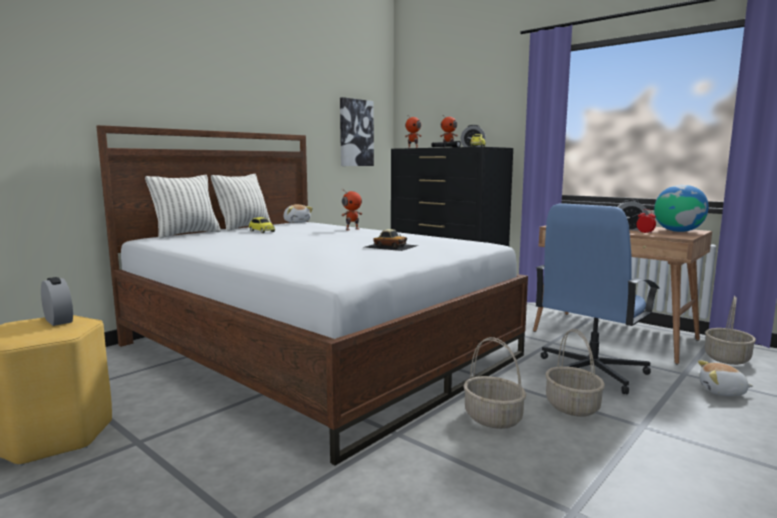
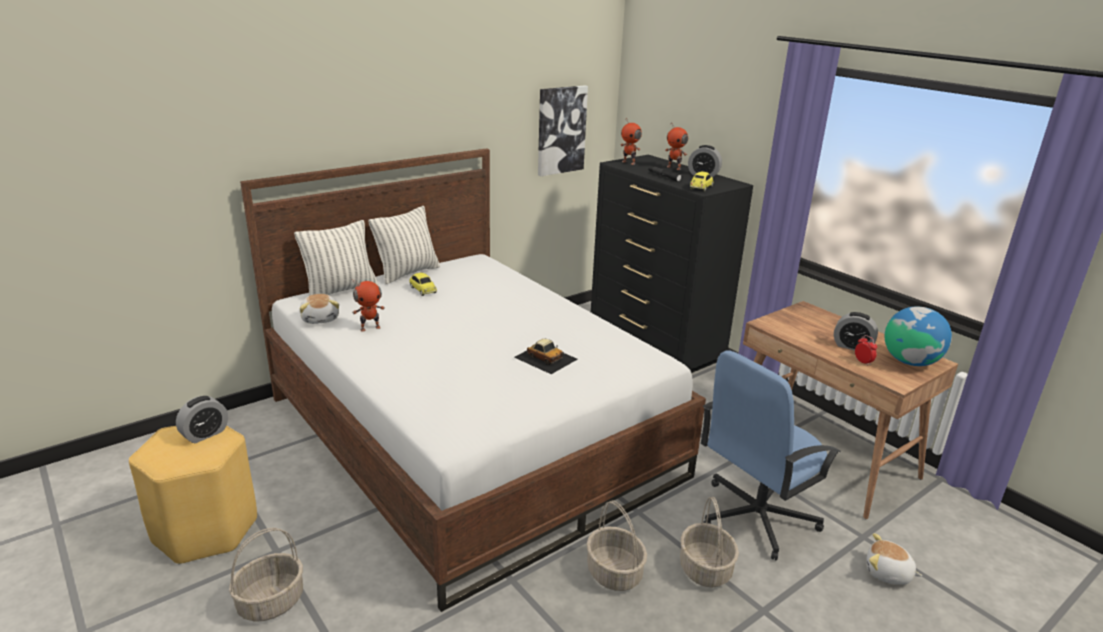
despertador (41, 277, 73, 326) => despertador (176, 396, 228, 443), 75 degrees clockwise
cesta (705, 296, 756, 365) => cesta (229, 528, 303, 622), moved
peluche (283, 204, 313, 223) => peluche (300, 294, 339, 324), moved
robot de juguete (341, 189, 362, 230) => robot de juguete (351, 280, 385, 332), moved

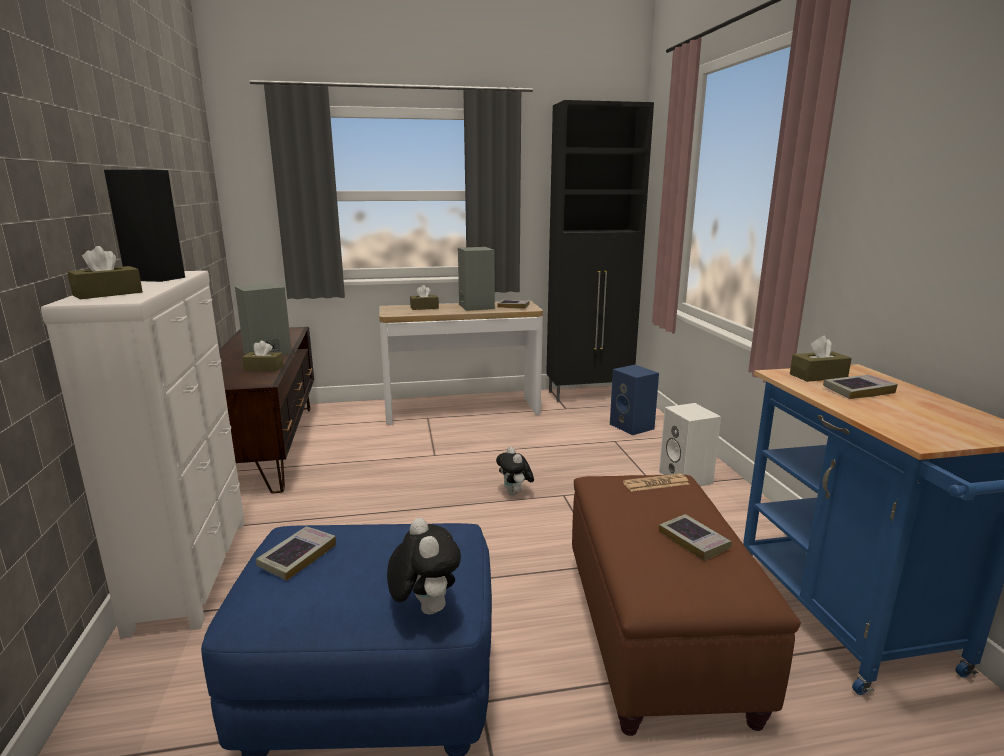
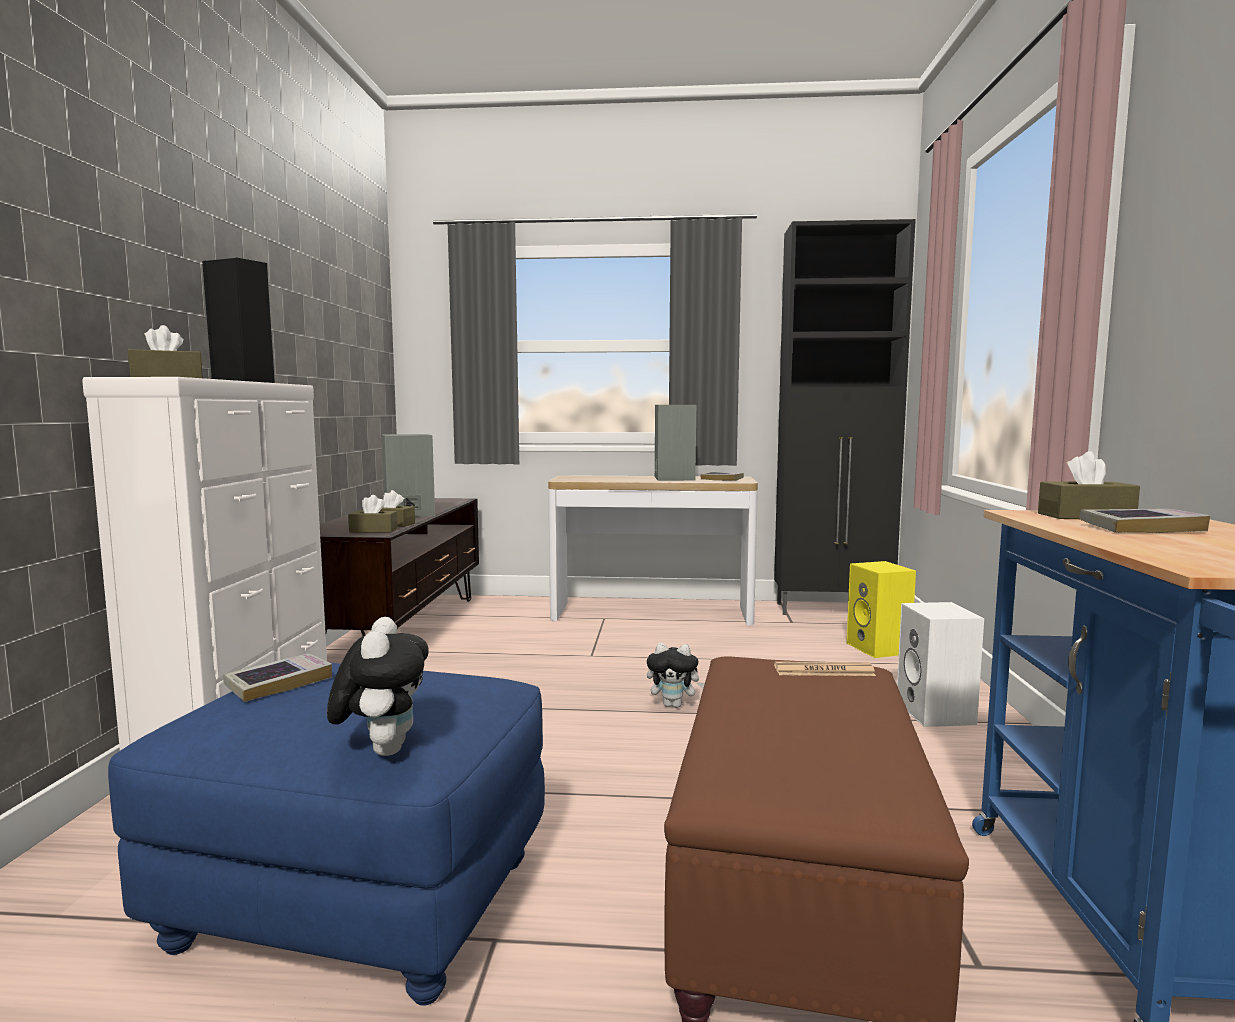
caja de pañuelos (marrón) (410, 285, 439, 310) => caja de pañuelos (marrón) (348, 495, 398, 533), moved
peluche (496, 447, 534, 495) => peluche (647, 643, 705, 708), 75 degrees counterclockwise
altavoz (azul) (610, 365, 659, 435) => altavoz (amarillo) (847, 561, 916, 658)
libro (659, 514, 732, 561) => nothing

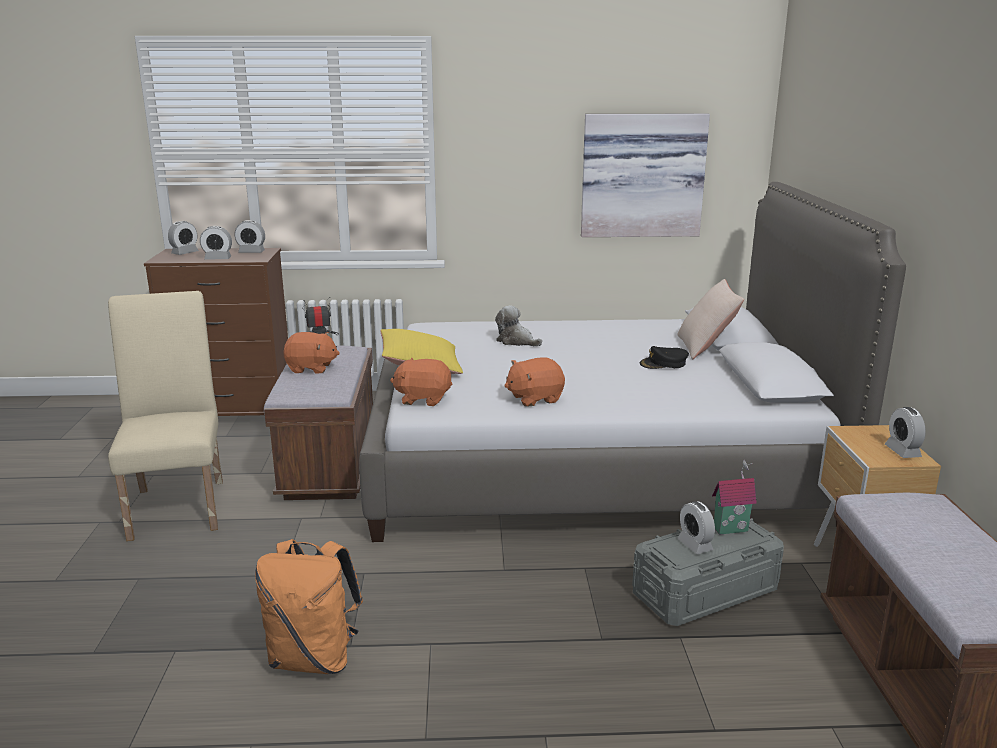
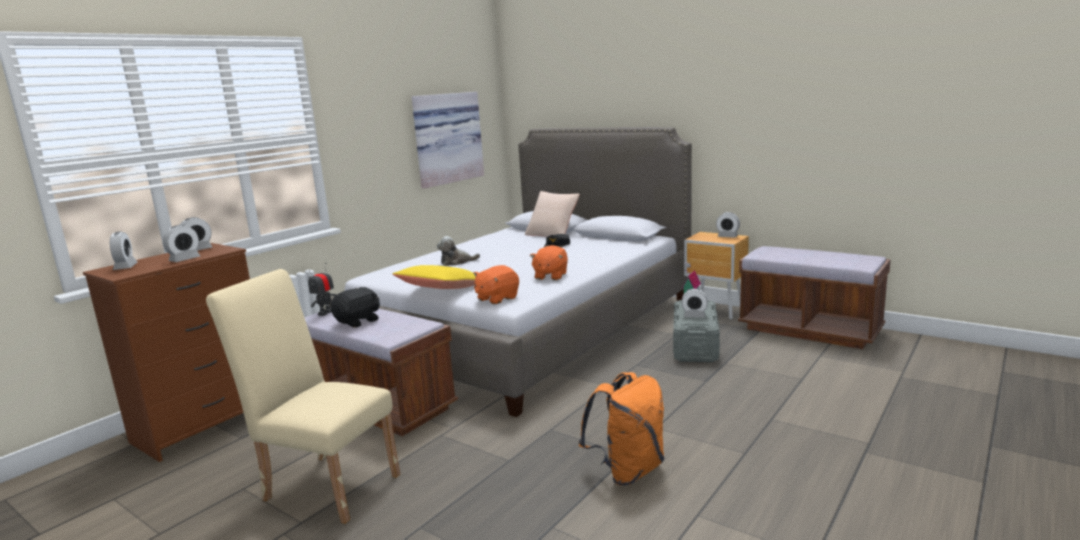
peluche (naranja) (283, 332, 340, 373) => peluche (negro) (331, 287, 380, 328)

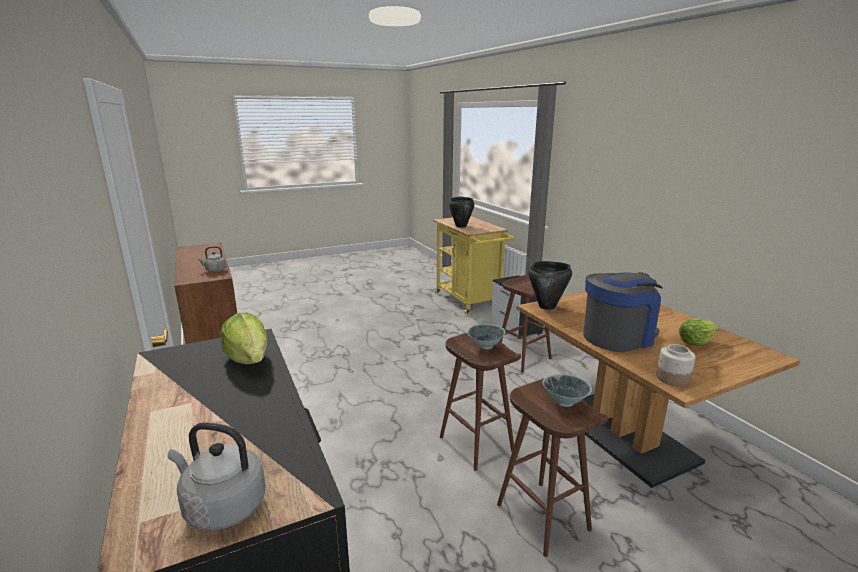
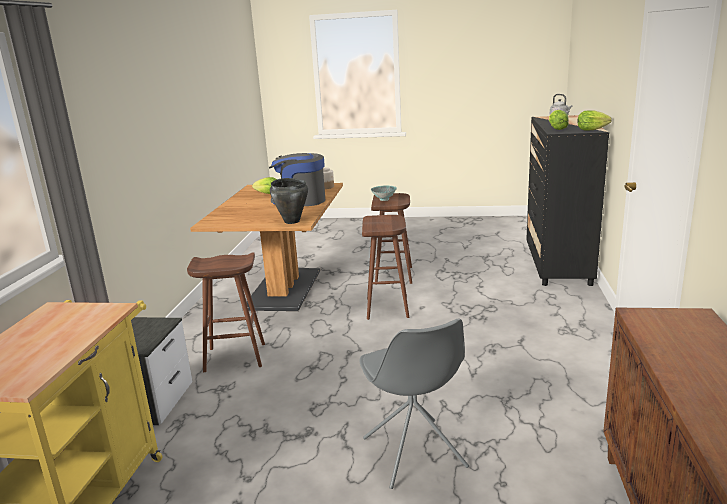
nothing => silla (gris) (360, 319, 469, 489)
nothing => lechuga (577, 110, 612, 130)
hervidor (gris) (198, 246, 226, 272) => nothing
olla (negro) (449, 197, 475, 227) => nothing
cuenco (468, 324, 506, 349) => nothing

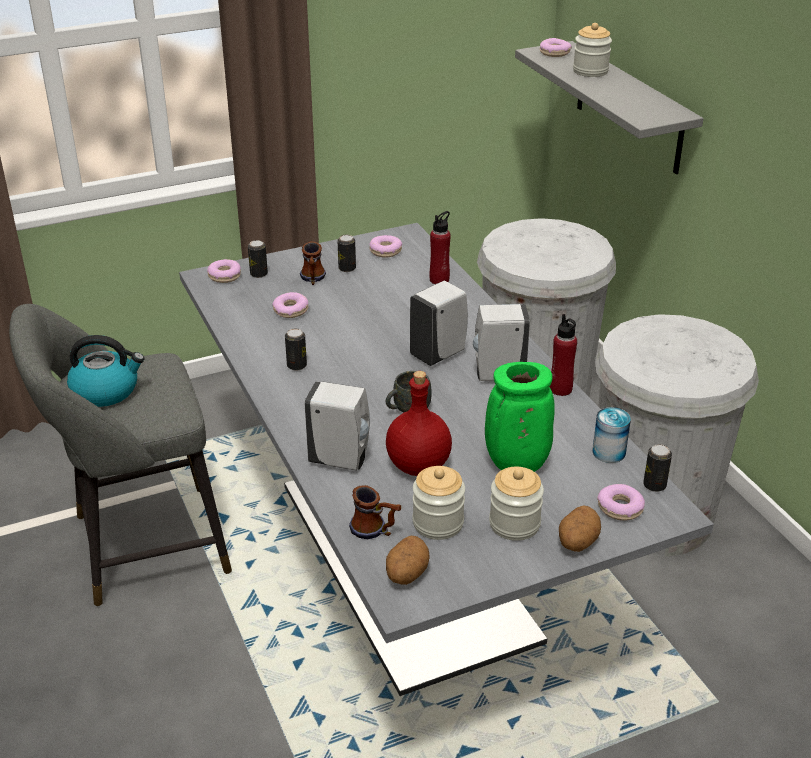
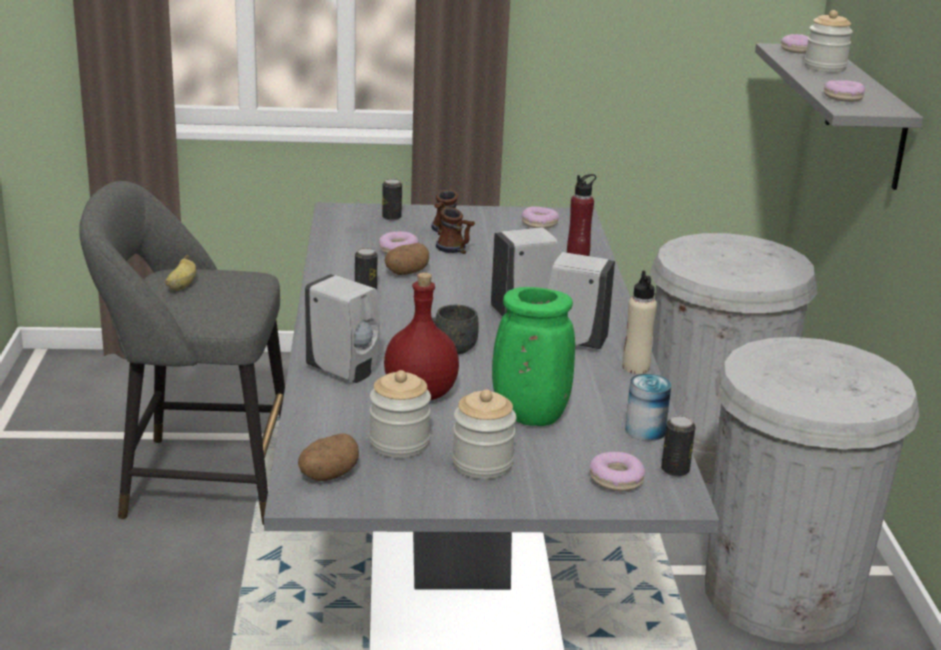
hervidor (67, 335, 144, 407) => plátano (165, 255, 196, 290)
patata (559, 505, 601, 552) => patata (385, 243, 429, 275), moved
taza grande (349, 485, 401, 539) => taza grande (436, 207, 475, 254), moved
botella (rojo) (549, 314, 577, 396) => botella (beis) (622, 271, 657, 374)
rosquilla (207, 259, 241, 283) => rosquilla (824, 80, 865, 102), moved
lata (337, 235, 356, 272) => nothing

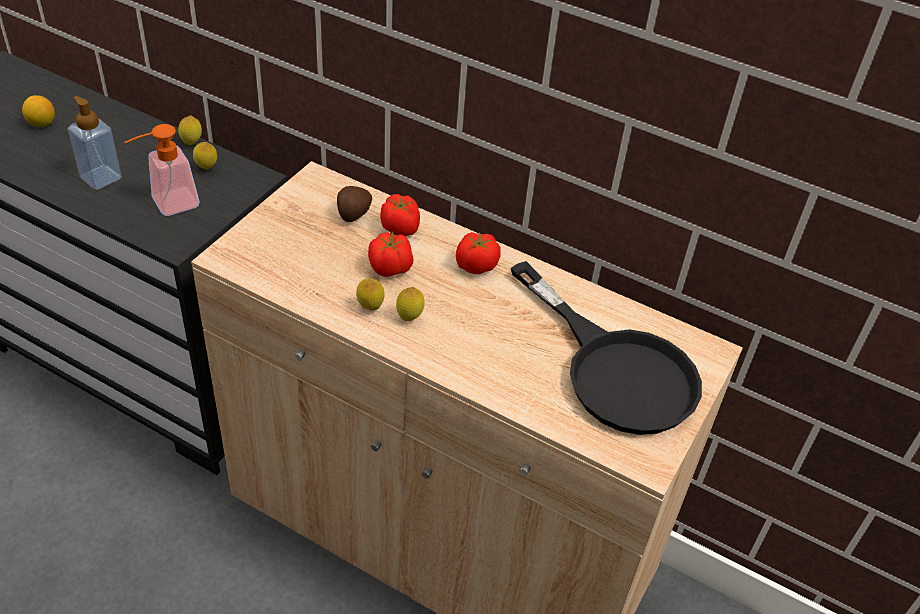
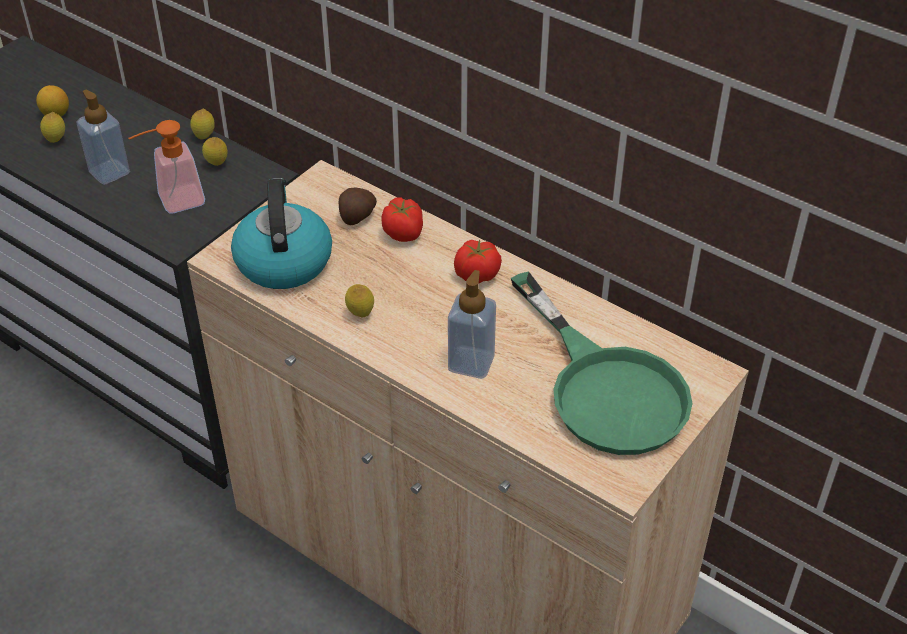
limón (396, 287, 425, 321) => limón (40, 112, 65, 143), moved
nothing => hervidor (231, 178, 332, 289)
nothing => dispensador de jabón (448, 270, 496, 379)
sartén (negro) (511, 261, 702, 435) => sartén (verde) (511, 271, 693, 455)
tomate (368, 232, 414, 277) => nothing

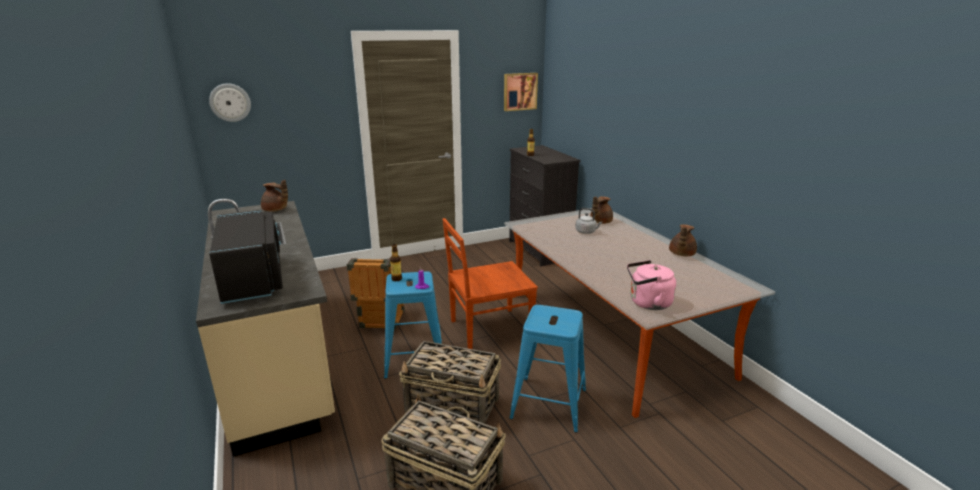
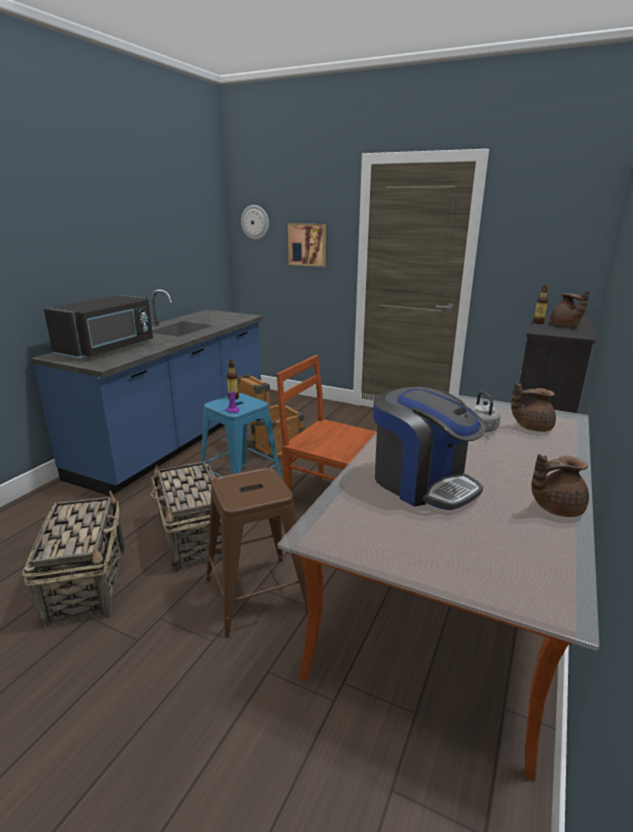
mueble bajo de cocina (beis) (196, 199, 335, 457) => mueble bajo de cocina (azul) (30, 289, 263, 496)
taburete (azul) (509, 305, 586, 433) => taburete (marrón) (206, 467, 308, 638)
cuadro (504, 73, 538, 111) => cuadro (288, 223, 326, 267), moved
nothing => cafetera (373, 387, 486, 510)
tetera (marrón) (261, 180, 288, 212) => tetera (marrón) (550, 290, 590, 326), moved
hervidor (rosa) (627, 260, 676, 310) => nothing

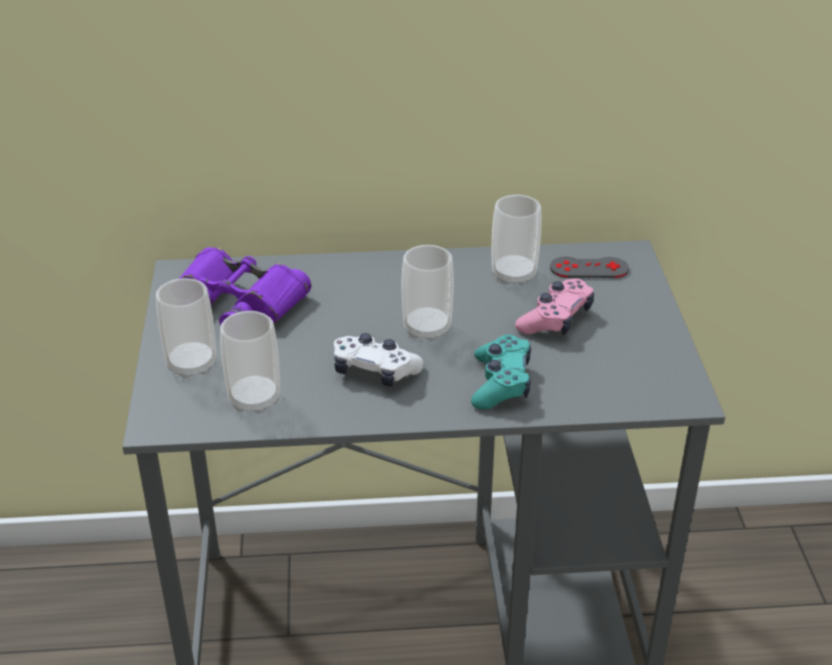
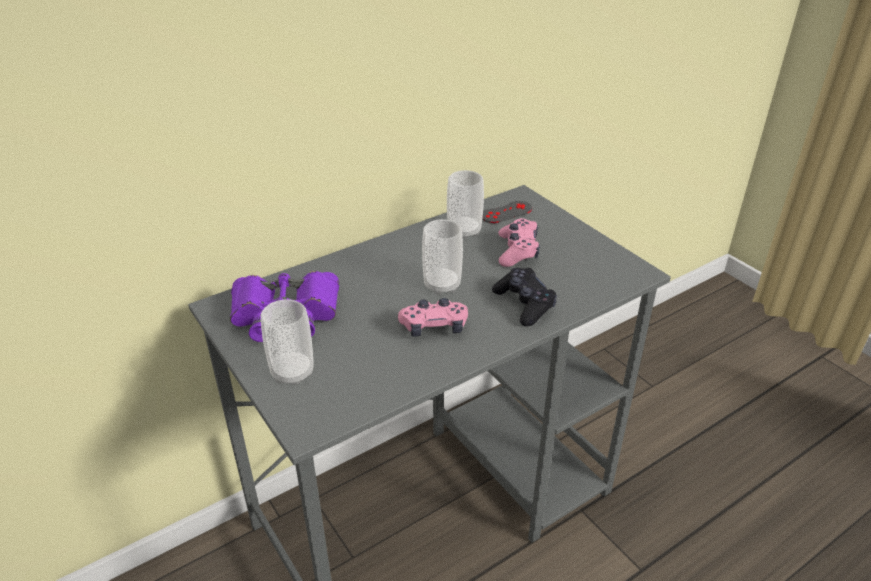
mando de consola (blanco) (334, 333, 424, 387) => mando de consola (rosa) (398, 298, 468, 337)
mando de consola (turquesa) (471, 335, 531, 409) => mando de consola (negro) (492, 268, 557, 326)
taza (220, 311, 280, 414) => nothing

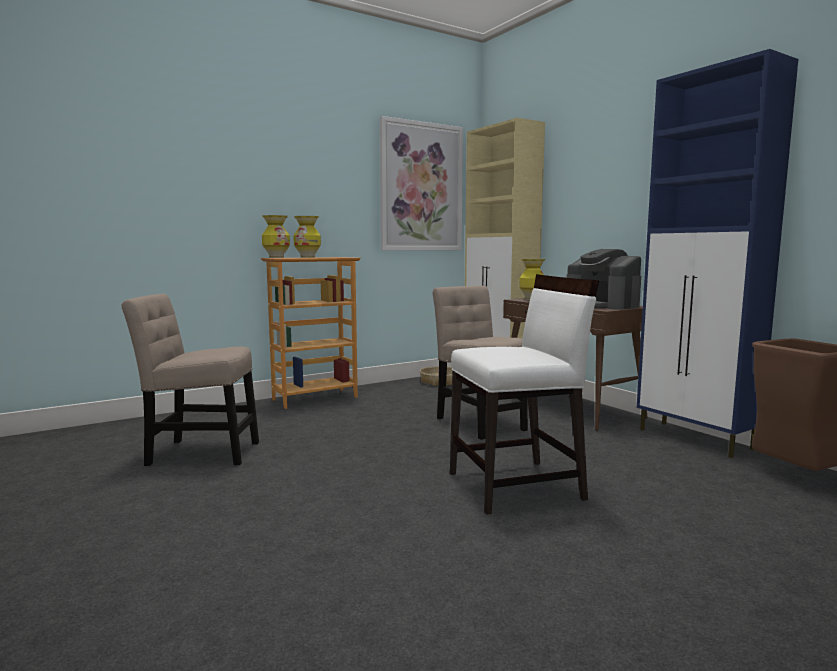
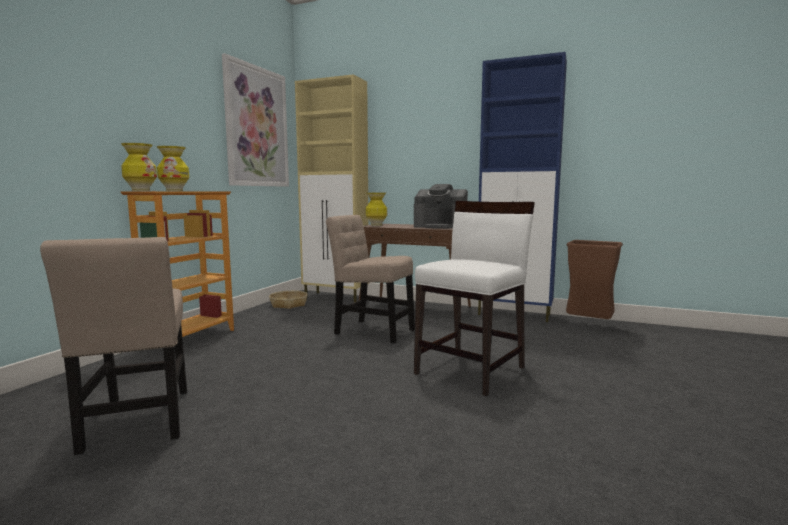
silla (beis) (121, 294, 259, 466) => silla (beis) (40, 237, 187, 455), 75 degrees counterclockwise

